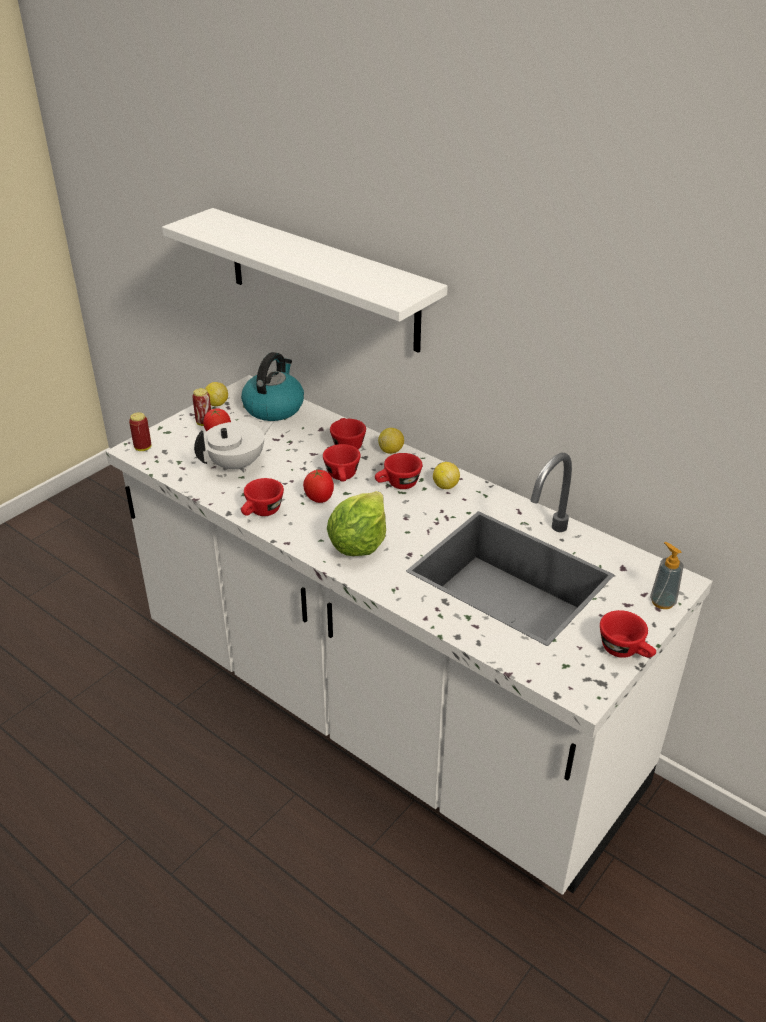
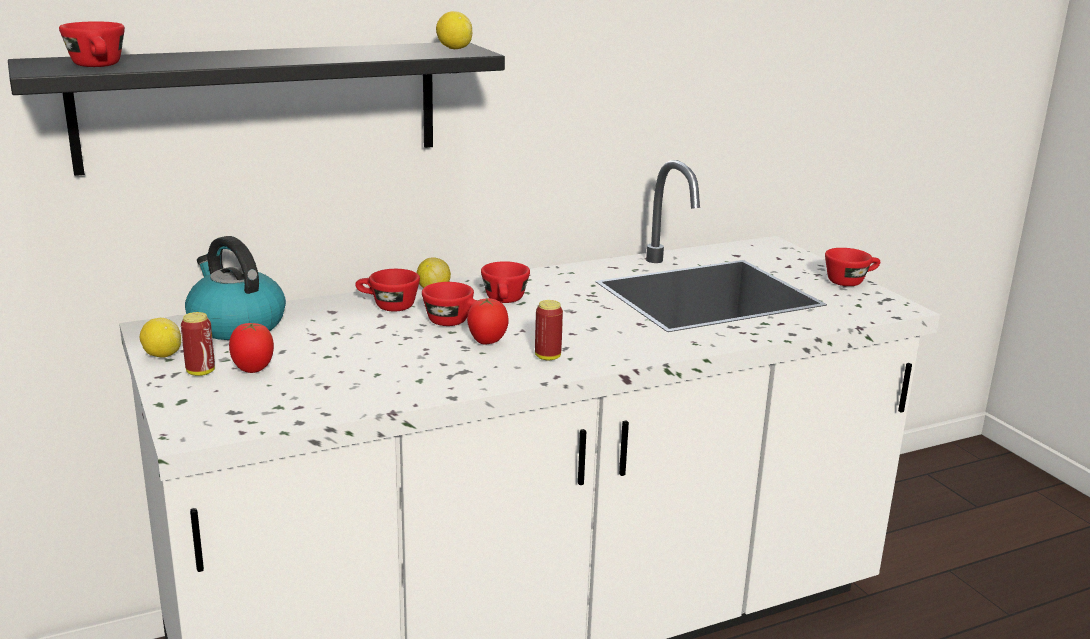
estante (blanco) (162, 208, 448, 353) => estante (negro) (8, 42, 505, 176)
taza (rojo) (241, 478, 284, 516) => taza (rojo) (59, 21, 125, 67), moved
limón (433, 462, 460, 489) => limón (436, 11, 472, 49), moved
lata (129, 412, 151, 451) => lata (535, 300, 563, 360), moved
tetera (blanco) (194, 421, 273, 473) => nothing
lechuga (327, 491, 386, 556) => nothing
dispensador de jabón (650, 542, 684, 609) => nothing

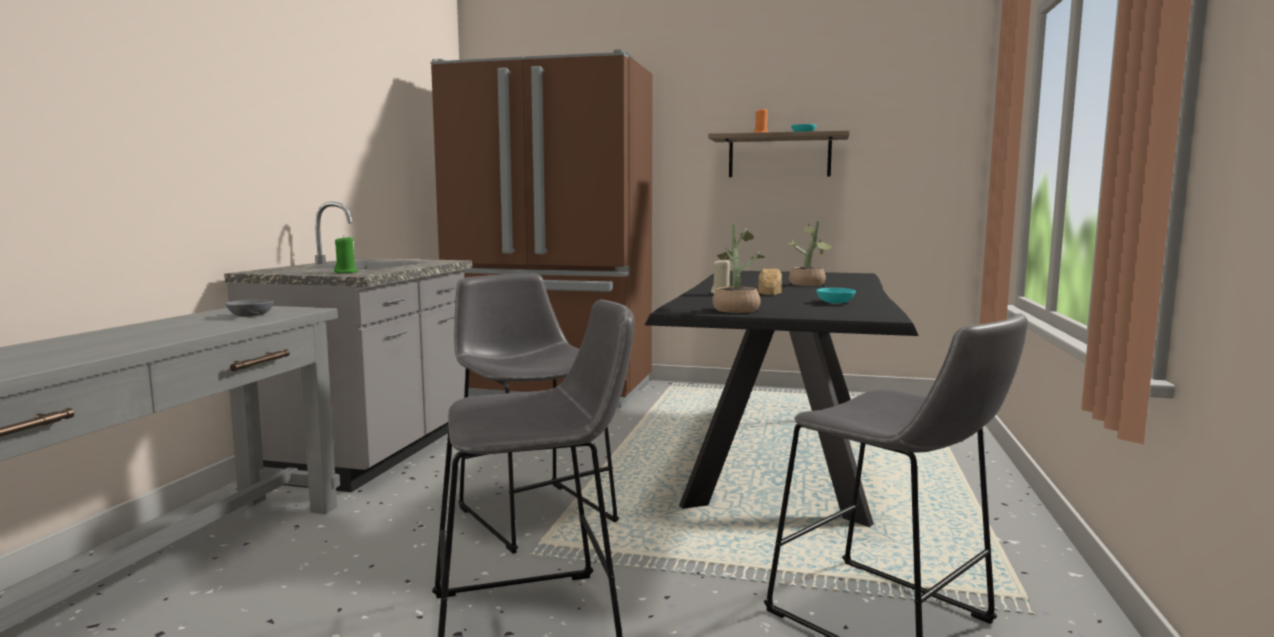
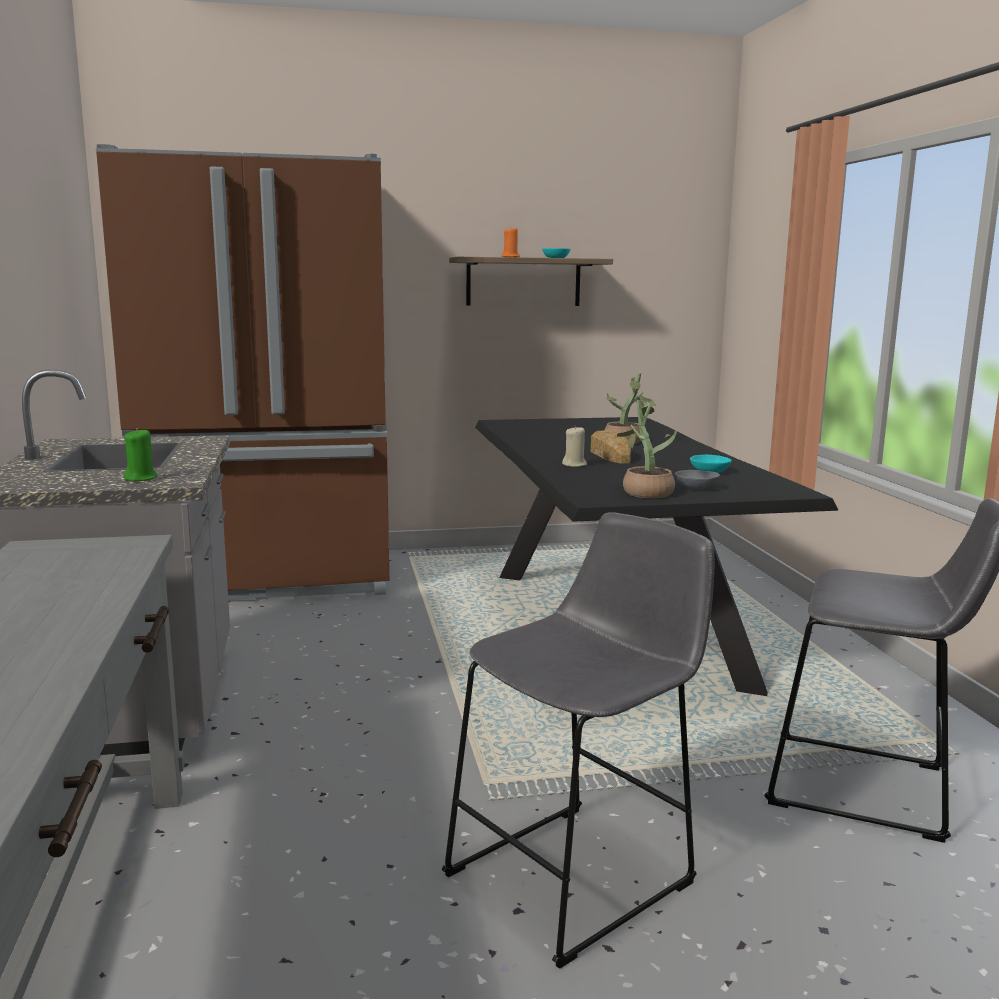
cuenco (gris) (226, 299, 274, 317) => cuenco (gris) (675, 470, 720, 490), moved
taburete (gris) (454, 274, 619, 554) => nothing

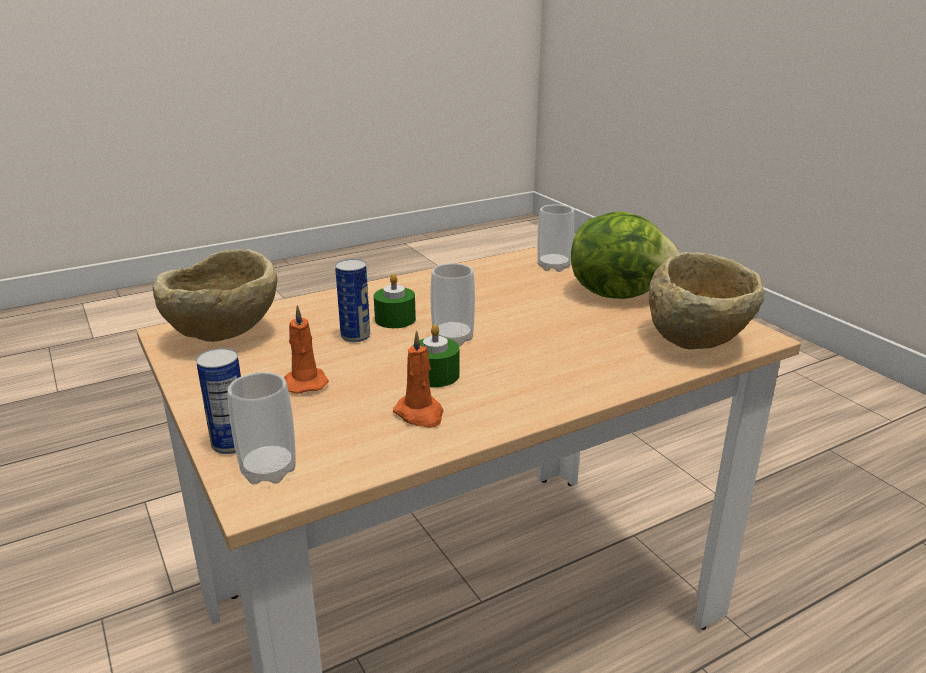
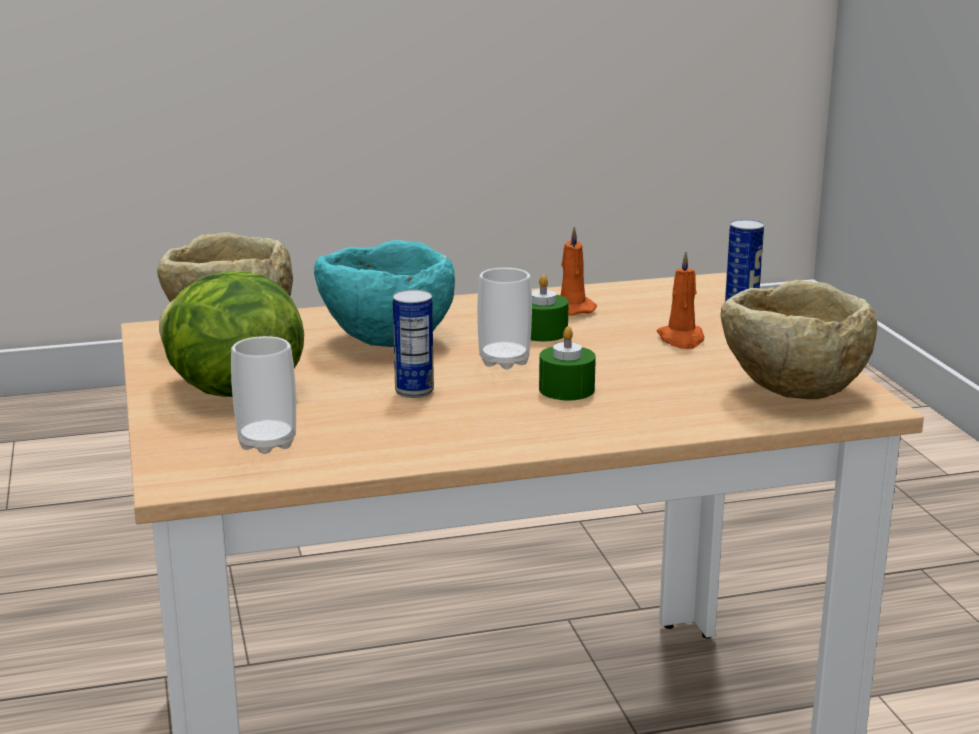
nothing => cuenco (turquesa) (314, 240, 455, 347)
lata (335, 259, 370, 342) => lata (393, 289, 434, 398), moved
taza (227, 372, 296, 484) => nothing

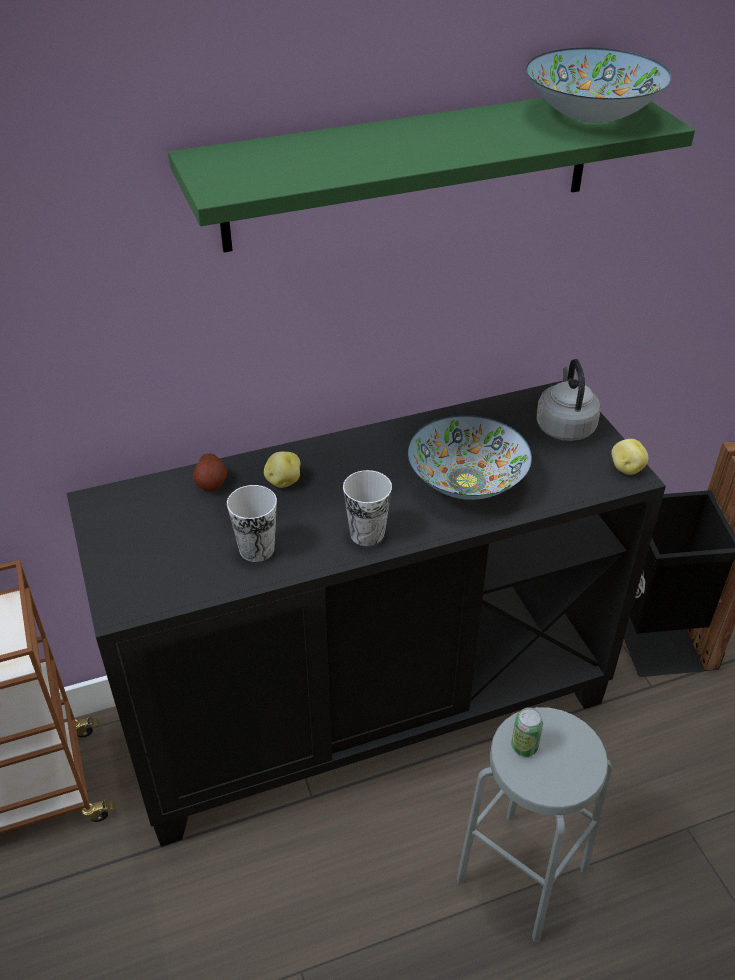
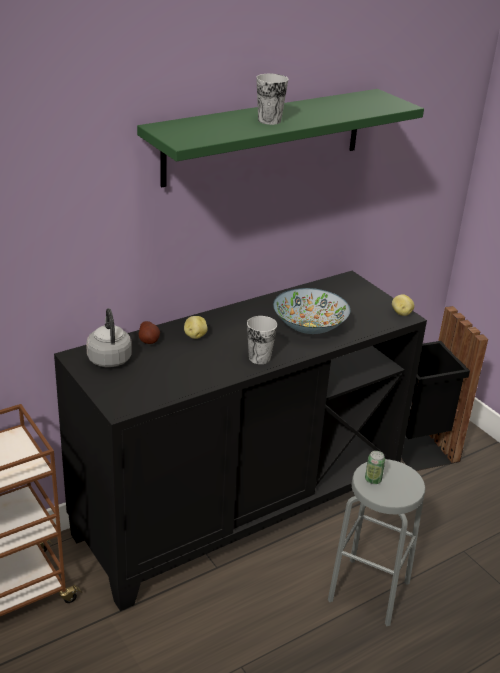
hervidor (gris) (536, 359, 601, 441) => hervidor (gris) (86, 308, 132, 367), moved
taza (227, 485, 277, 562) => taza (256, 74, 288, 125), moved
cuenco (526, 48, 672, 123) => nothing

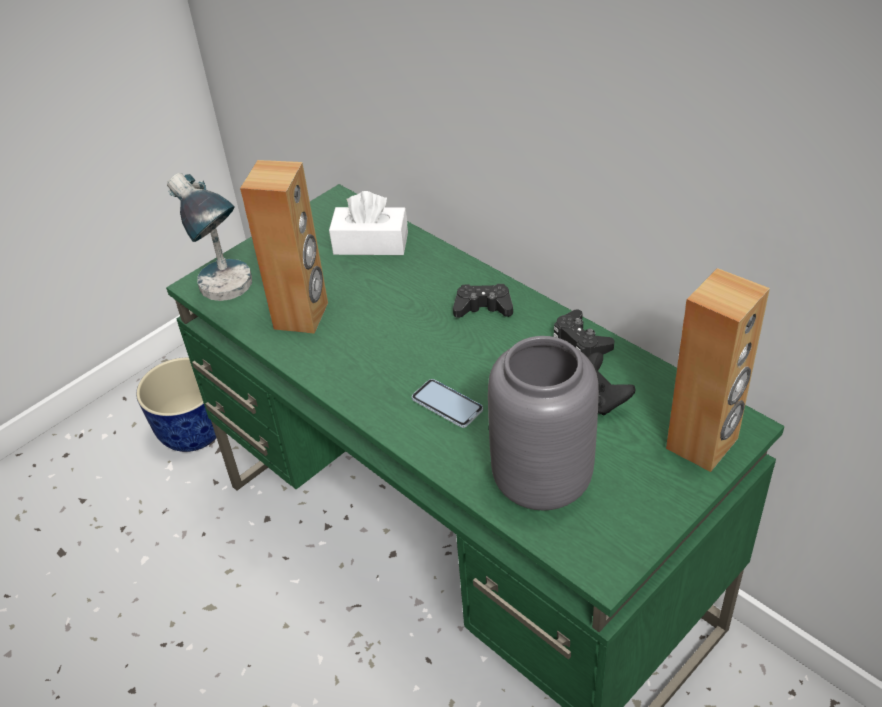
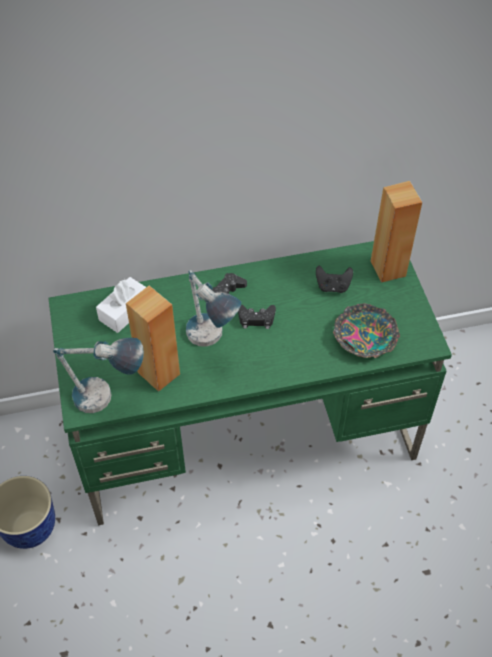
nothing => lámpara de mesa (186, 270, 241, 347)
mando de consola (negro) (553, 309, 614, 357) => mando de consola (negro) (238, 305, 276, 329), moved
florero (gris) (488, 336, 599, 510) => cuenco (333, 303, 400, 358)
móvil (412, 379, 483, 428) => nothing

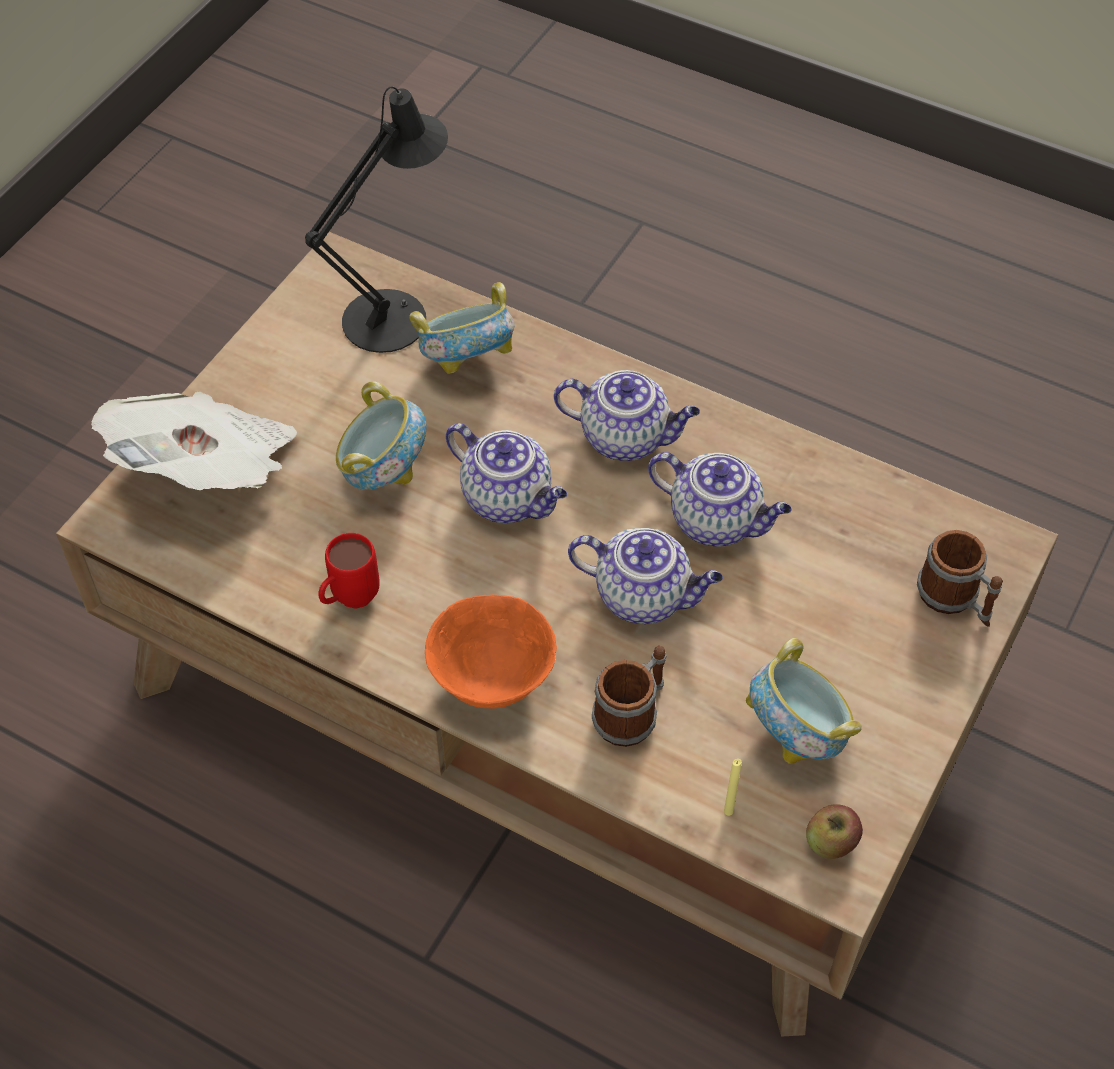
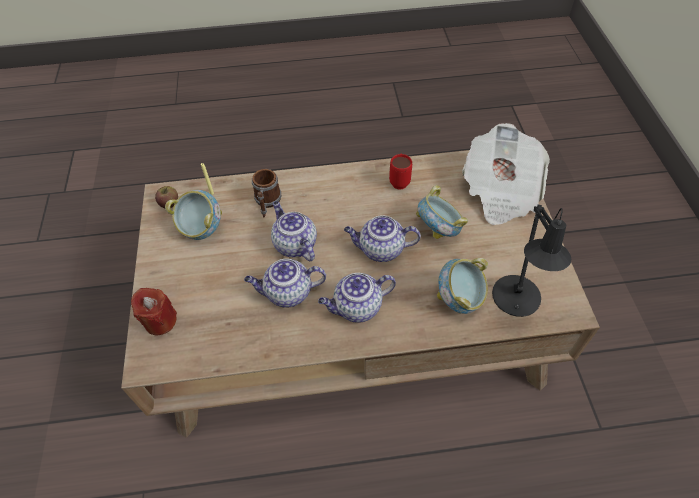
taza grande (917, 530, 1003, 627) => vela (rojo) (131, 288, 177, 335)
tetera (568, 528, 723, 624) => tetera (271, 201, 317, 261), 75 degrees clockwise
cuenco (naranja) (425, 595, 557, 708) => nothing

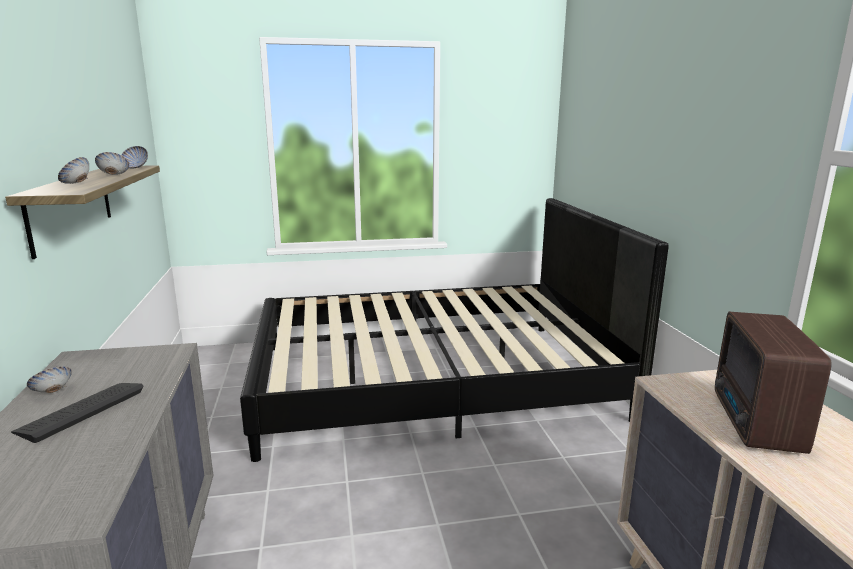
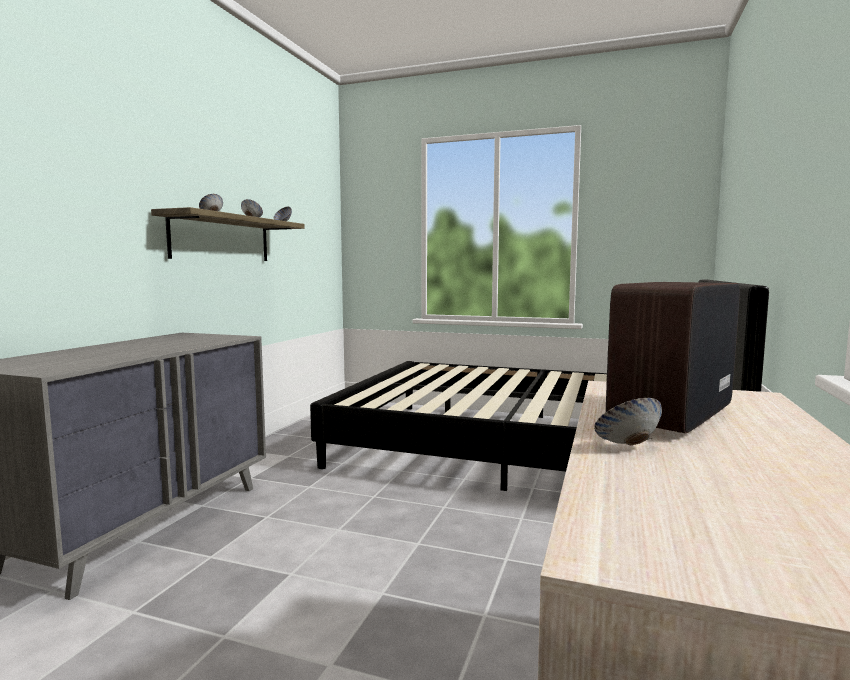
cuenco (27, 366, 72, 393) => cuenco (594, 398, 662, 445), moved
teclado (11, 383, 144, 443) => nothing

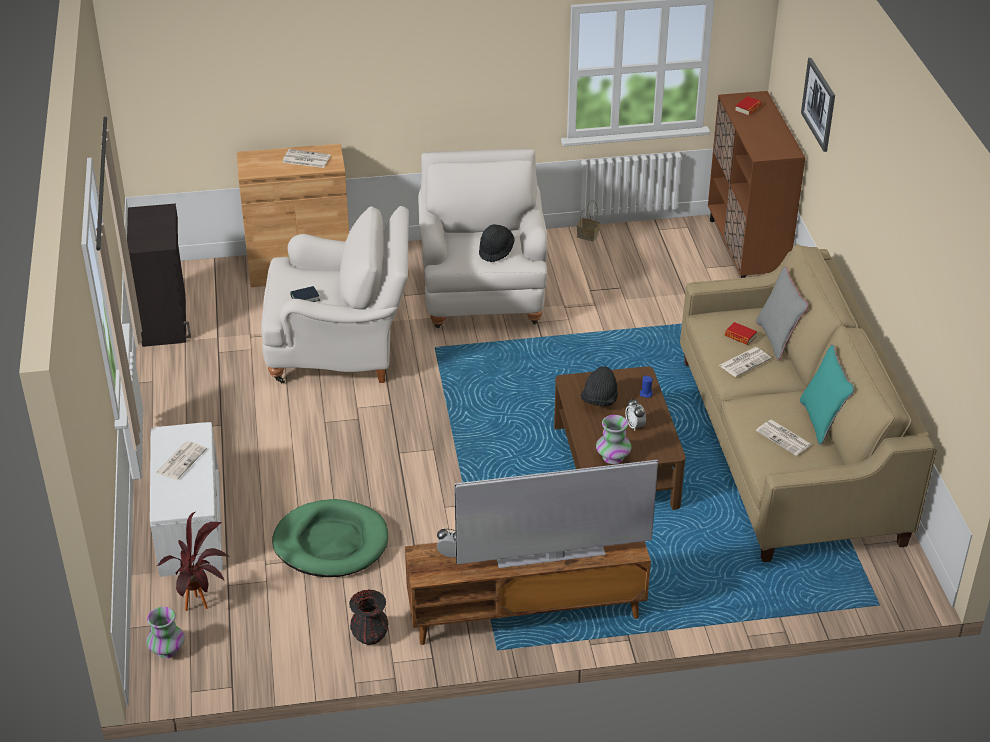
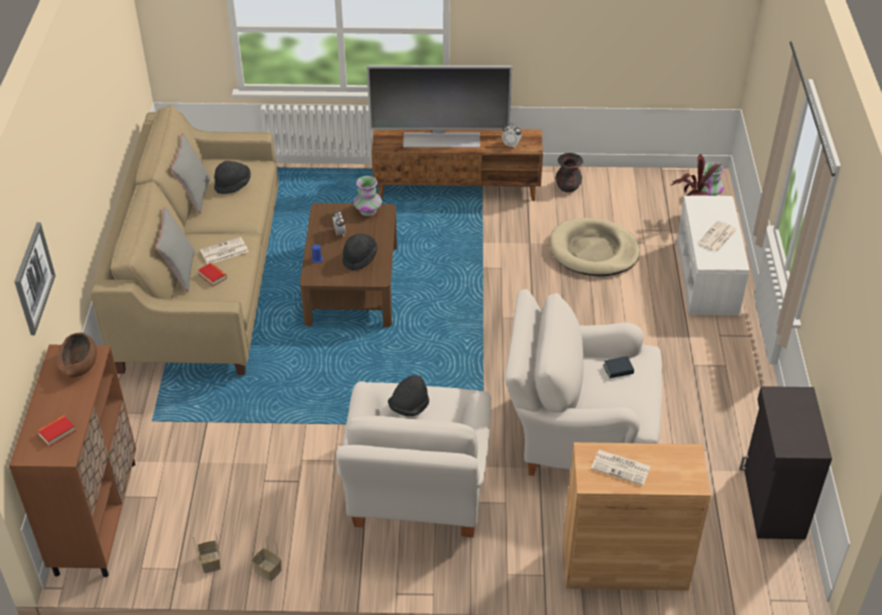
nothing => cuenco (marrón) (56, 332, 97, 378)
cojín (turquesa) (800, 344, 854, 445) => cojín (gris) (171, 133, 210, 214)
nothing => cesta (192, 531, 221, 573)
periódico (756, 420, 812, 456) => sombrero (negro) (214, 161, 251, 194)
cama para perro (verde) (272, 499, 388, 577) => cama para perro (beis) (550, 218, 640, 276)

